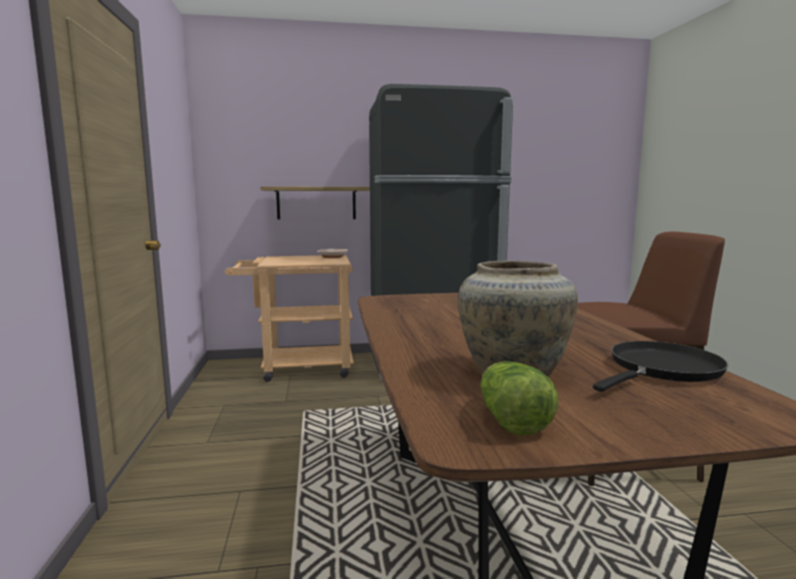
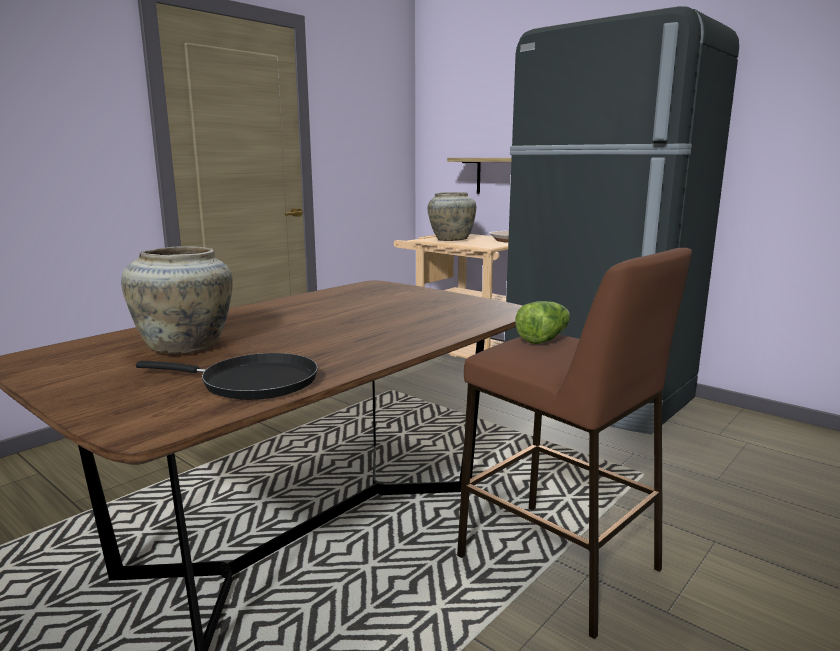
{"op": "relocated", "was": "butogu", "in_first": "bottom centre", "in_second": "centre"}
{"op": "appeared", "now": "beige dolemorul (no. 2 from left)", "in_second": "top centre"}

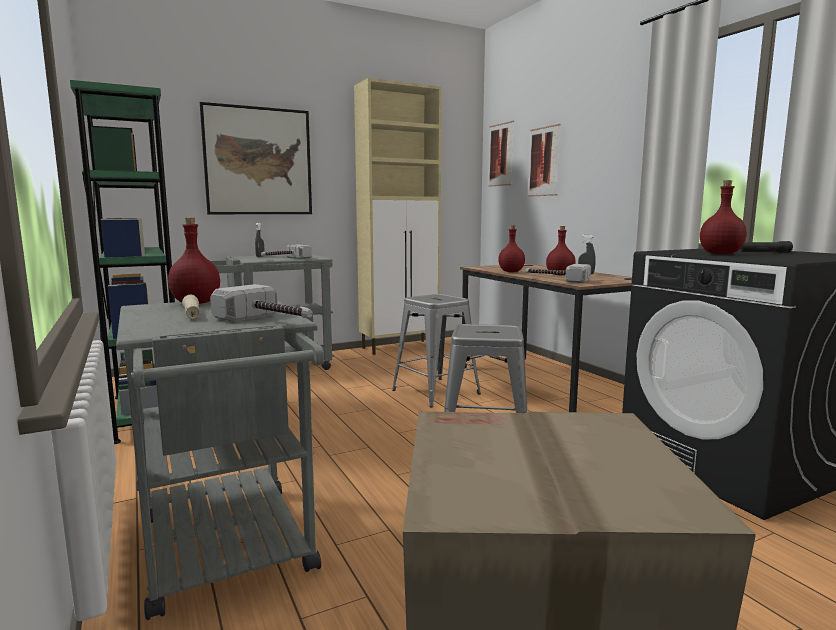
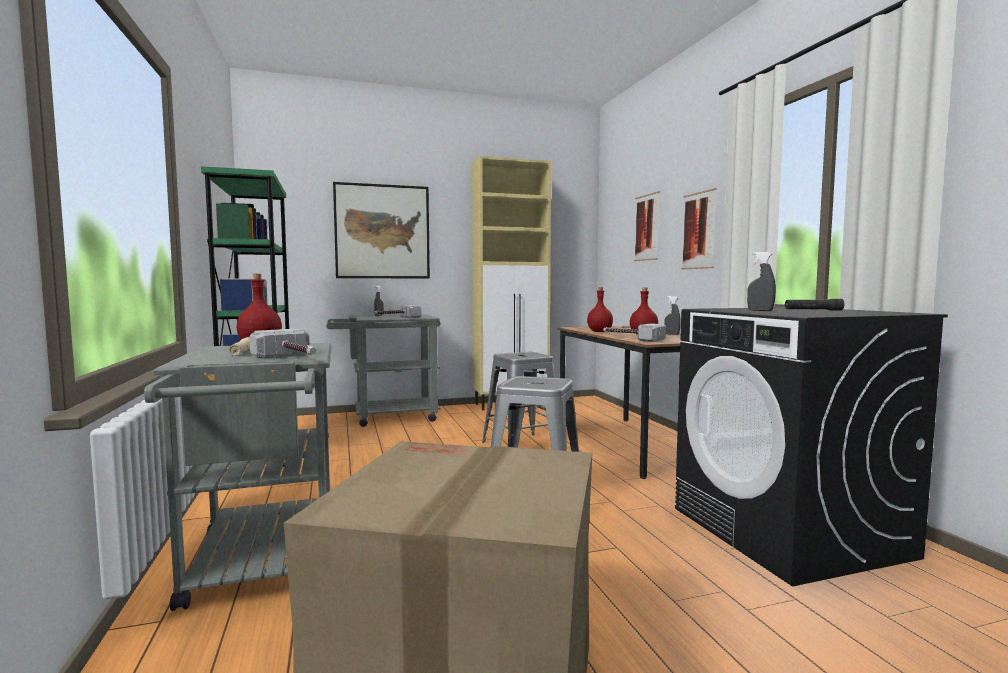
{"op": "relocated", "was": "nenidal (no. 2 from left in the first image)", "now": "nenidal (no. 3 from left)", "in_first": "top centre", "in_second": "middle right"}
{"op": "exchanged", "was": "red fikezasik (no. 4 from left)", "now": "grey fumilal (no. 3 from left)", "in_first": "middle right", "in_second": "middle right"}

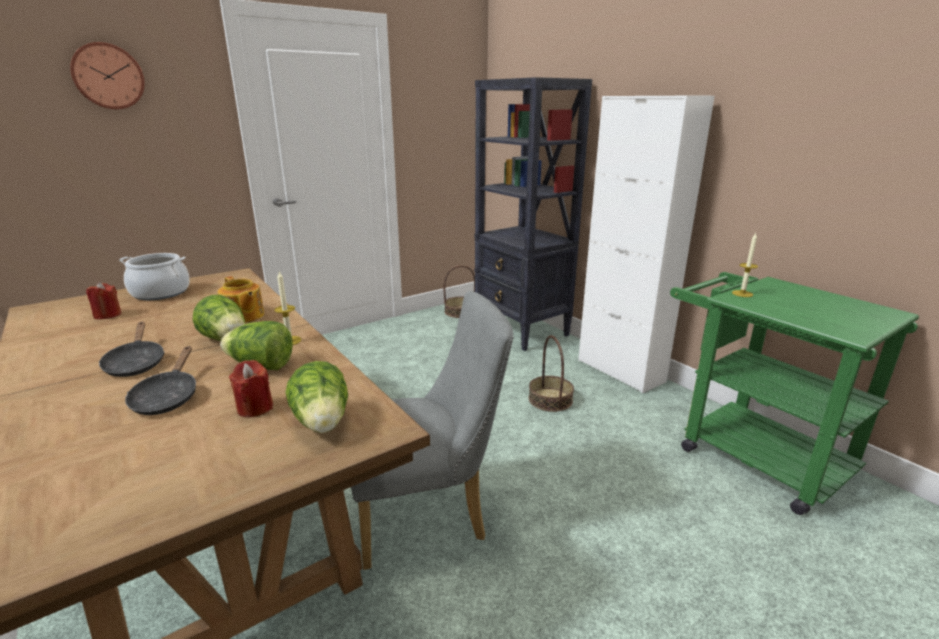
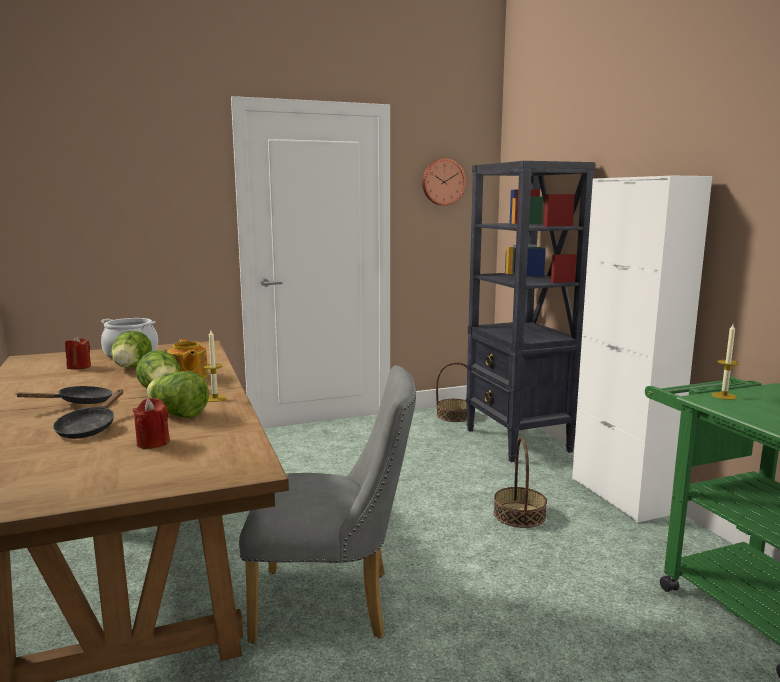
{"op": "relocated", "was": "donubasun", "in_first": "top left", "in_second": "top centre"}
{"op": "spun", "was": "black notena (no. 1 from left)", "in_first": "middle left", "in_second": "middle left", "clockwise": -120}
{"op": "relocated", "was": "butogu (no. 3 from left in the first image)", "now": "butogu (no. 1 from left)", "in_first": "centre", "in_second": "middle left"}

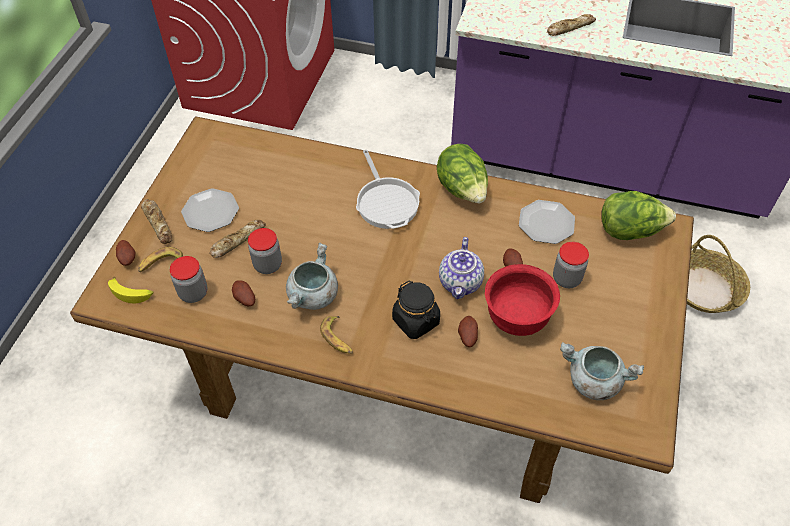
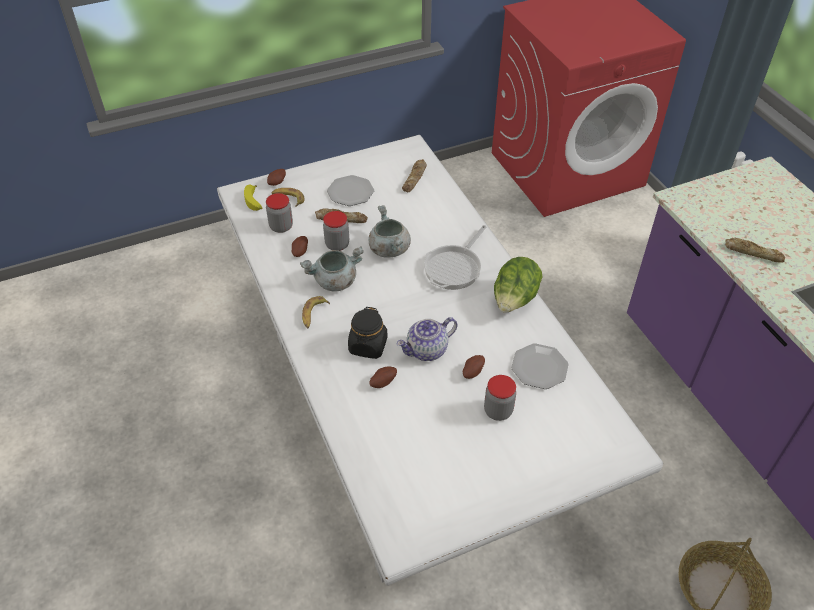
{"op": "colour", "was": "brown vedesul", "now": "white vedesul", "in_first": "centre", "in_second": "centre"}
{"op": "missing", "was": "butogu (no. 2 from left)", "in_first": "middle right"}
{"op": "relocated", "was": "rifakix (no. 1 from left in the first image)", "now": "rifakix (no. 2 from left)", "in_first": "middle left", "in_second": "top centre"}
{"op": "missing", "was": "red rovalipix", "in_first": "centre"}
{"op": "relocated", "was": "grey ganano (no. 2 from left)", "in_first": "bottom right", "in_second": "centre"}

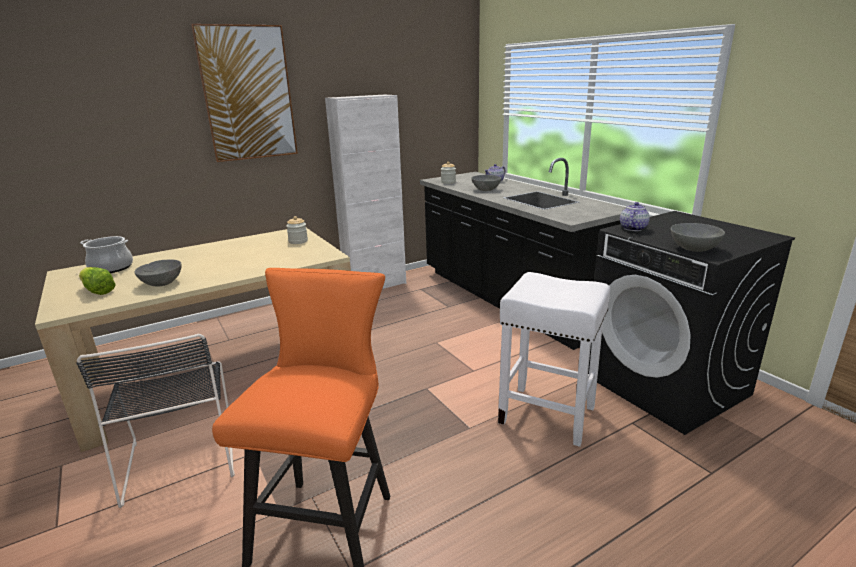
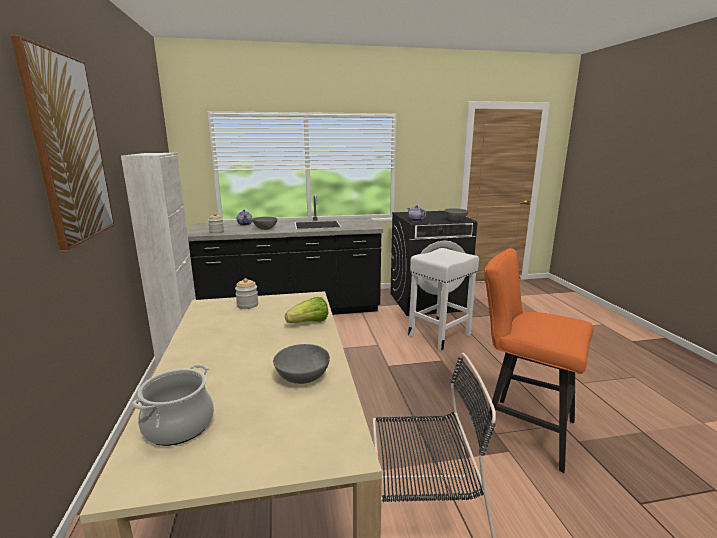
{"op": "relocated", "was": "butogu", "in_first": "middle left", "in_second": "centre"}

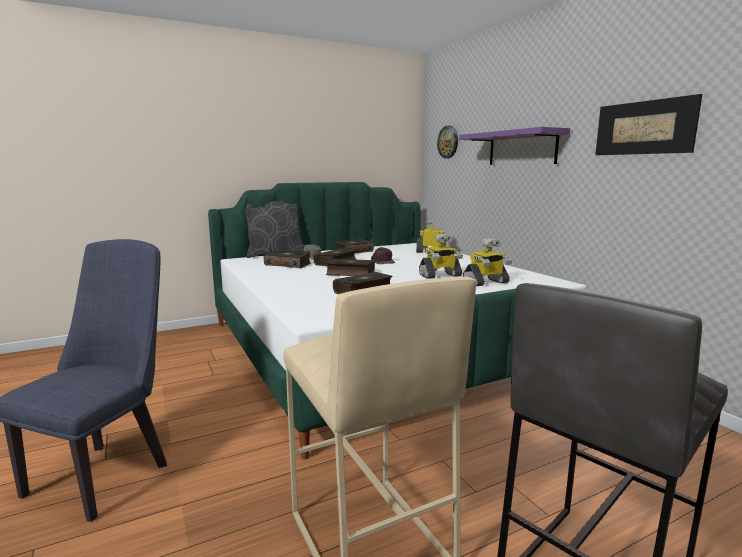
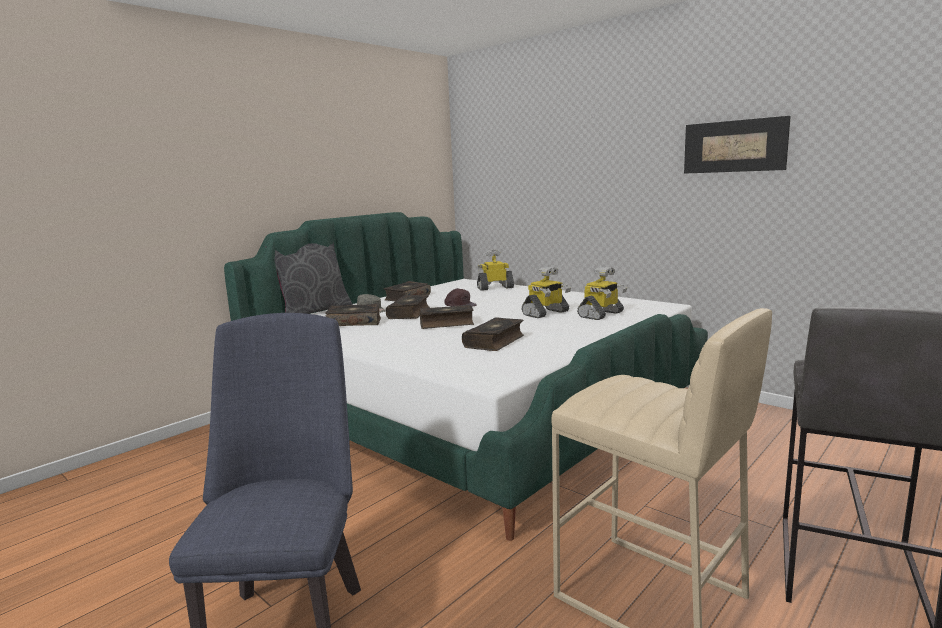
{"op": "missing", "was": "donubasun", "in_first": "top centre"}
{"op": "missing", "was": "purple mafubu", "in_first": "top right"}

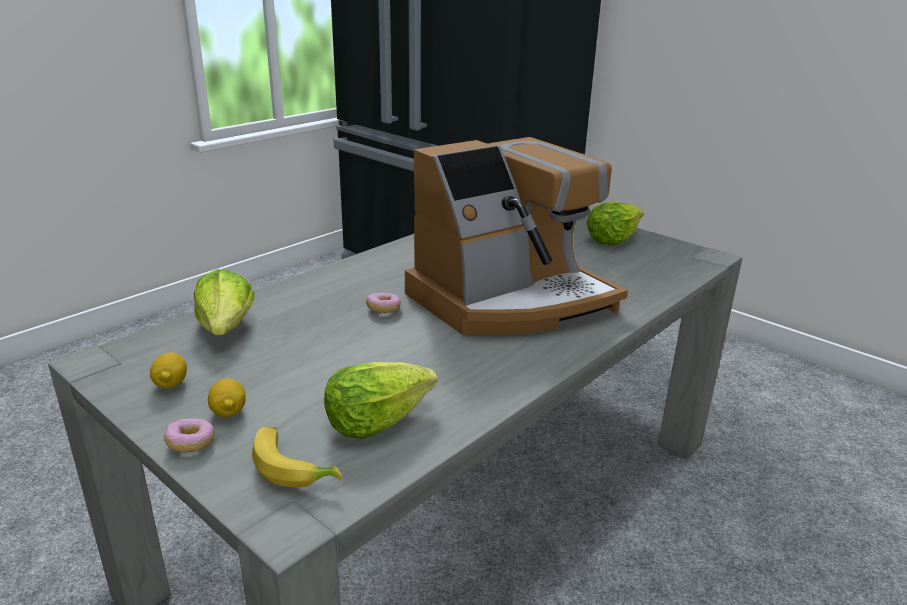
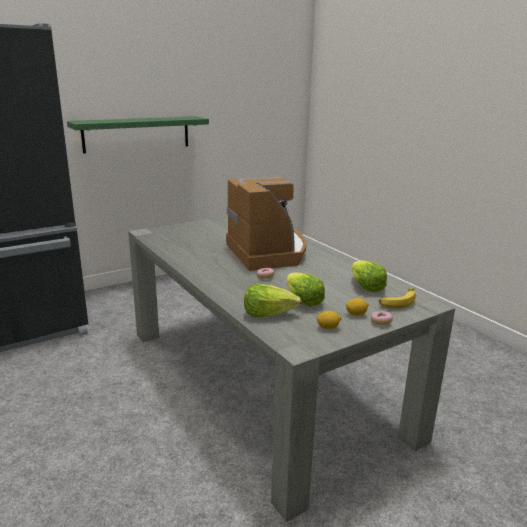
{"op": "relocated", "was": "butogu (no. 3 from left in the first image)", "now": "butogu (no. 2 from left)", "in_first": "middle right", "in_second": "centre"}
{"op": "appeared", "now": "green mafubu", "in_second": "top left"}

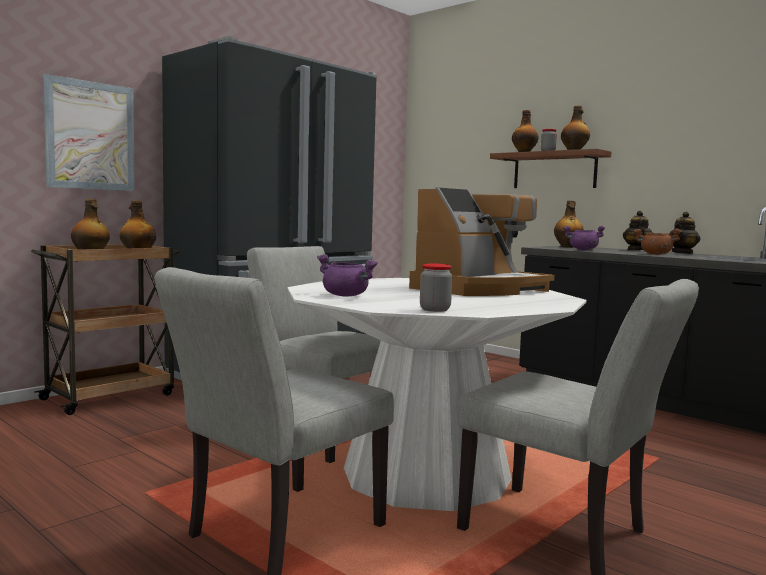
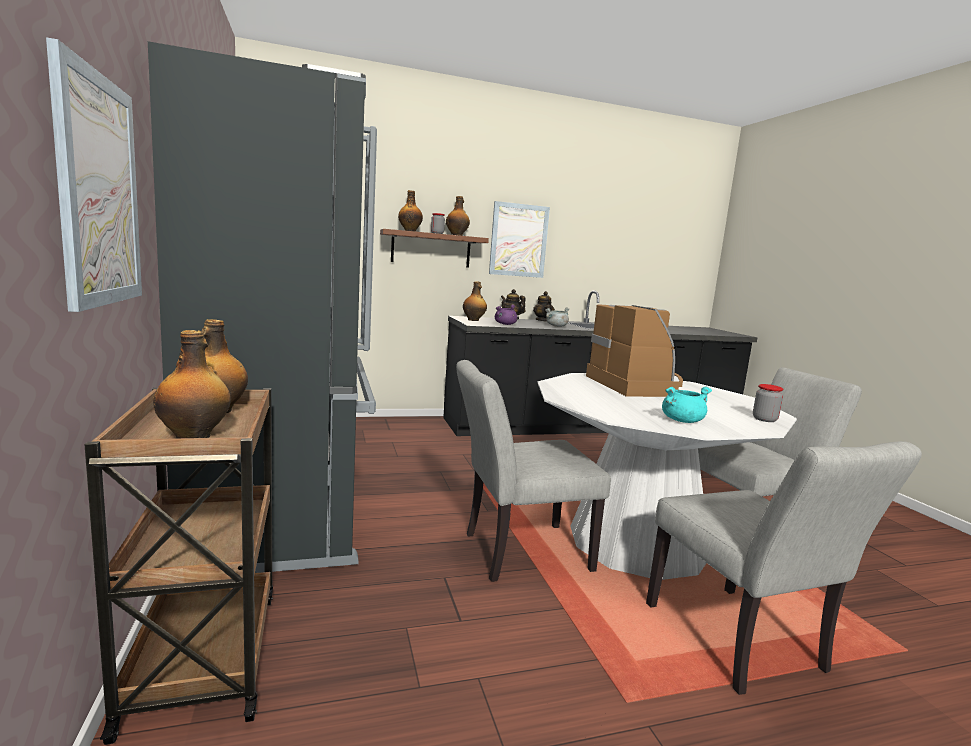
{"op": "colour", "was": "brown ganano", "now": "grey ganano", "in_first": "middle right", "in_second": "centre"}
{"op": "colour", "was": "purple ganano (no. 1 from left)", "now": "turquoise ganano", "in_first": "centre", "in_second": "middle right"}
{"op": "appeared", "now": "nenidal (no. 2 from left)", "in_second": "top centre"}

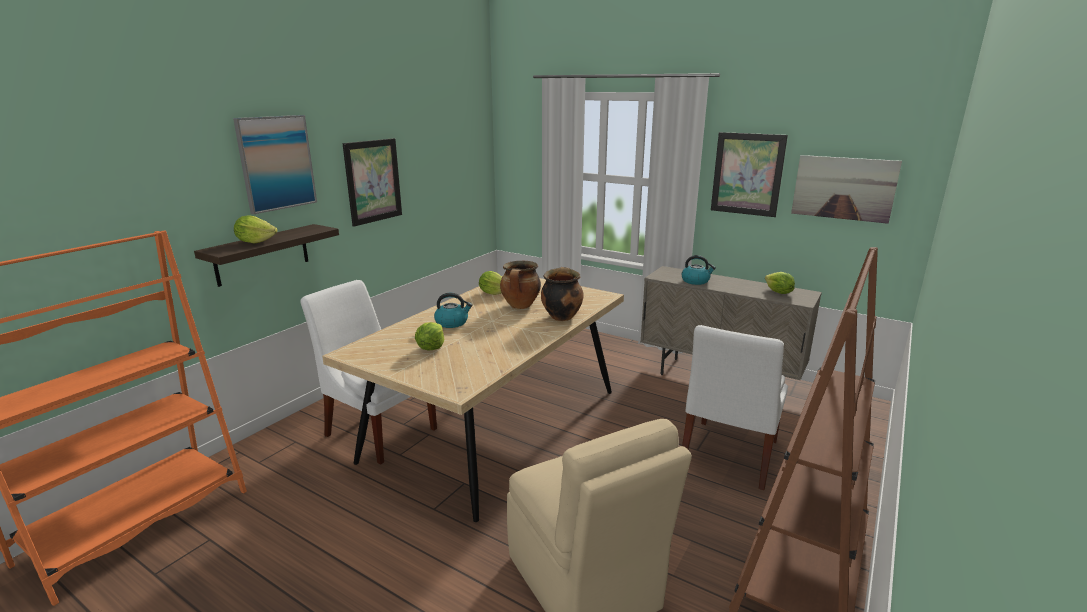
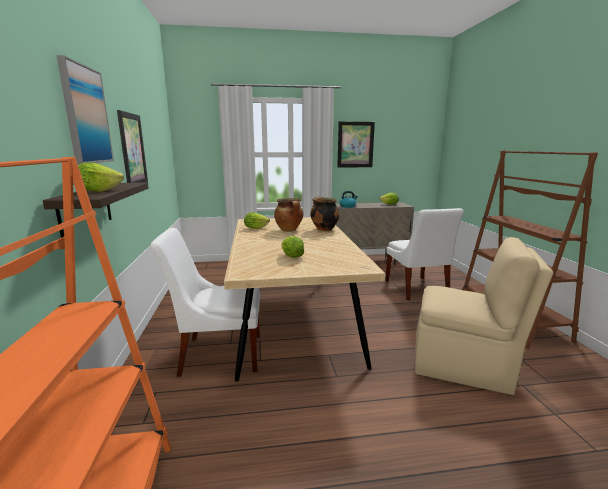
{"op": "missing", "was": "nenidal (no. 4 from left)", "in_first": "top right"}
{"op": "missing", "was": "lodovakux (no. 1 from left)", "in_first": "centre"}

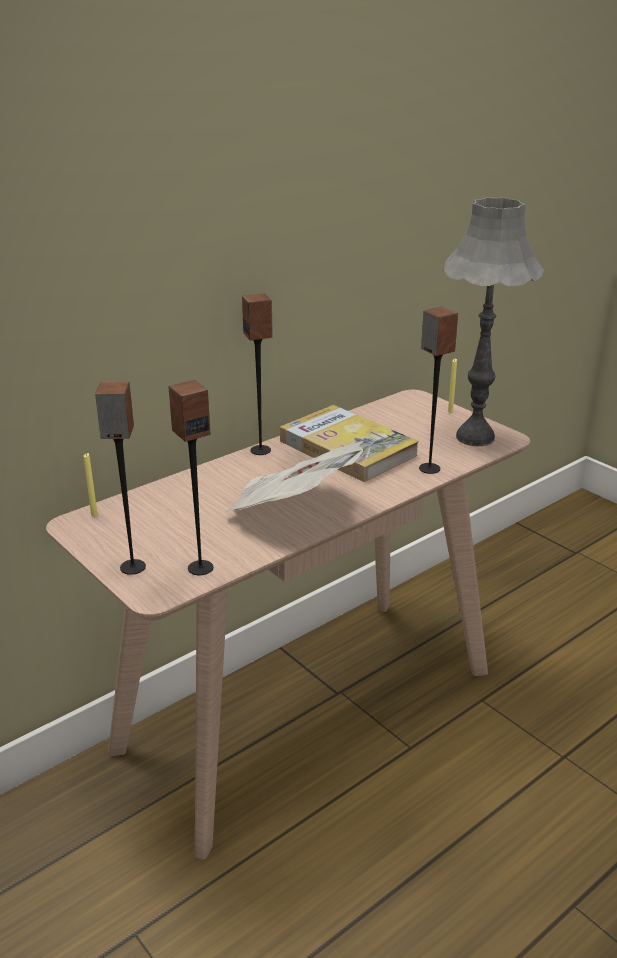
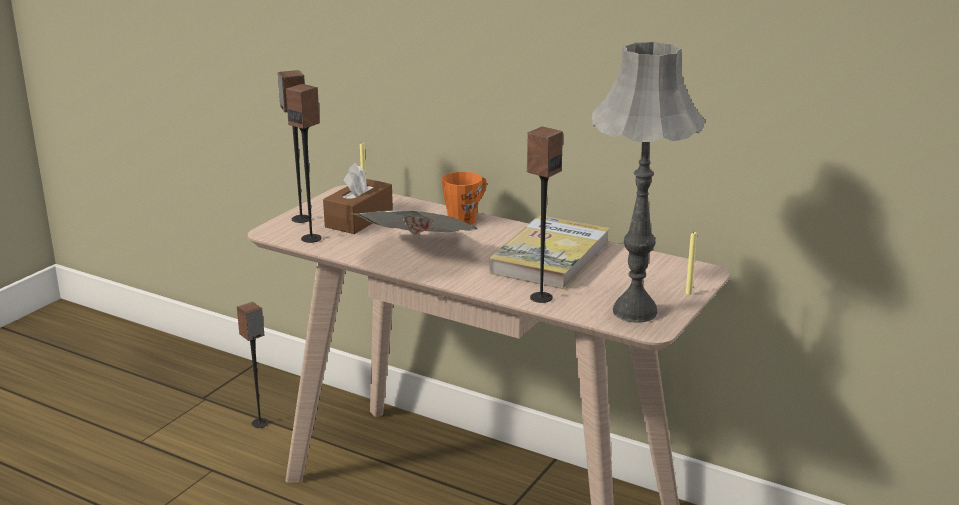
{"op": "relocated", "was": "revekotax (no. 3 from left in the first image)", "now": "revekotax (no. 1 from left)", "in_first": "centre", "in_second": "bottom left"}
{"op": "appeared", "now": "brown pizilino", "in_second": "centre"}
{"op": "appeared", "now": "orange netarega", "in_second": "centre"}

